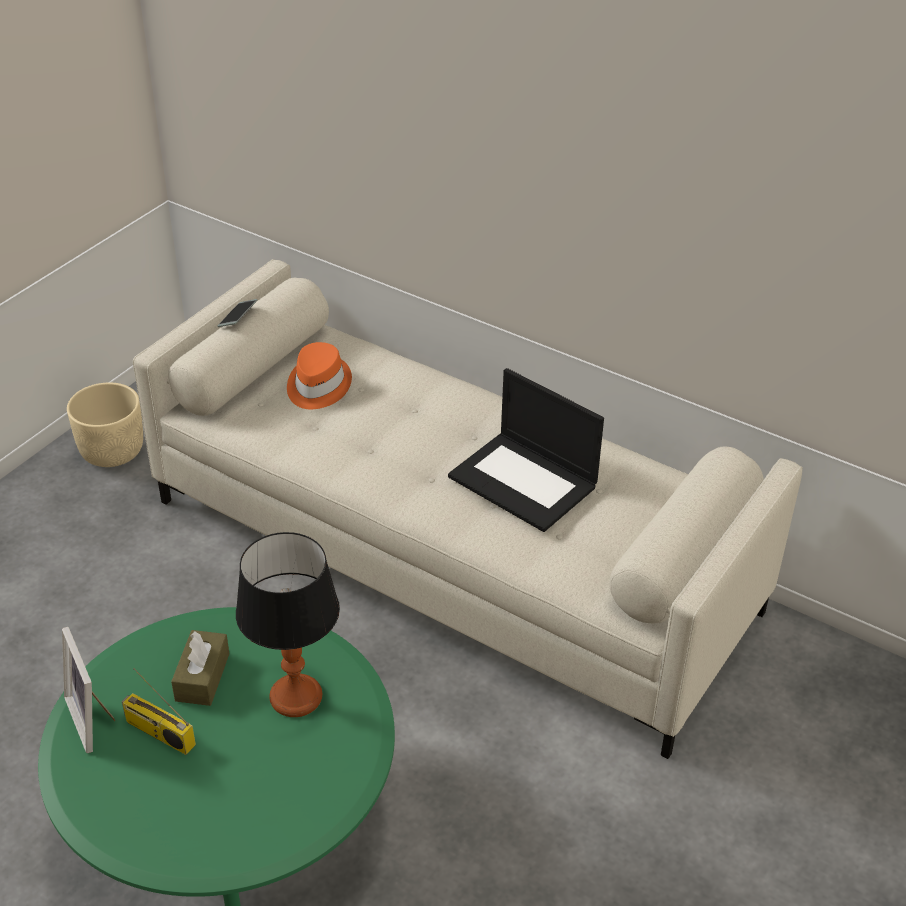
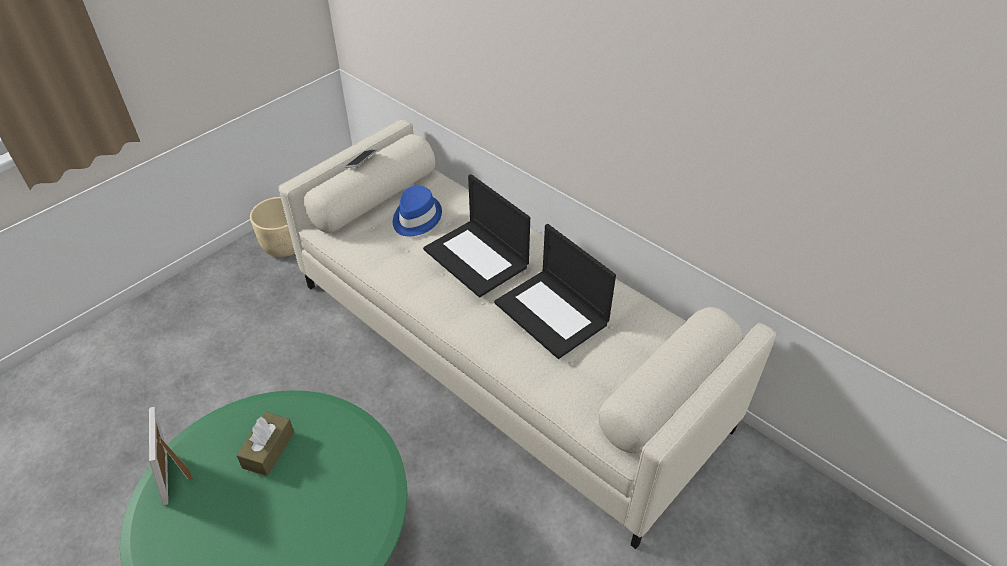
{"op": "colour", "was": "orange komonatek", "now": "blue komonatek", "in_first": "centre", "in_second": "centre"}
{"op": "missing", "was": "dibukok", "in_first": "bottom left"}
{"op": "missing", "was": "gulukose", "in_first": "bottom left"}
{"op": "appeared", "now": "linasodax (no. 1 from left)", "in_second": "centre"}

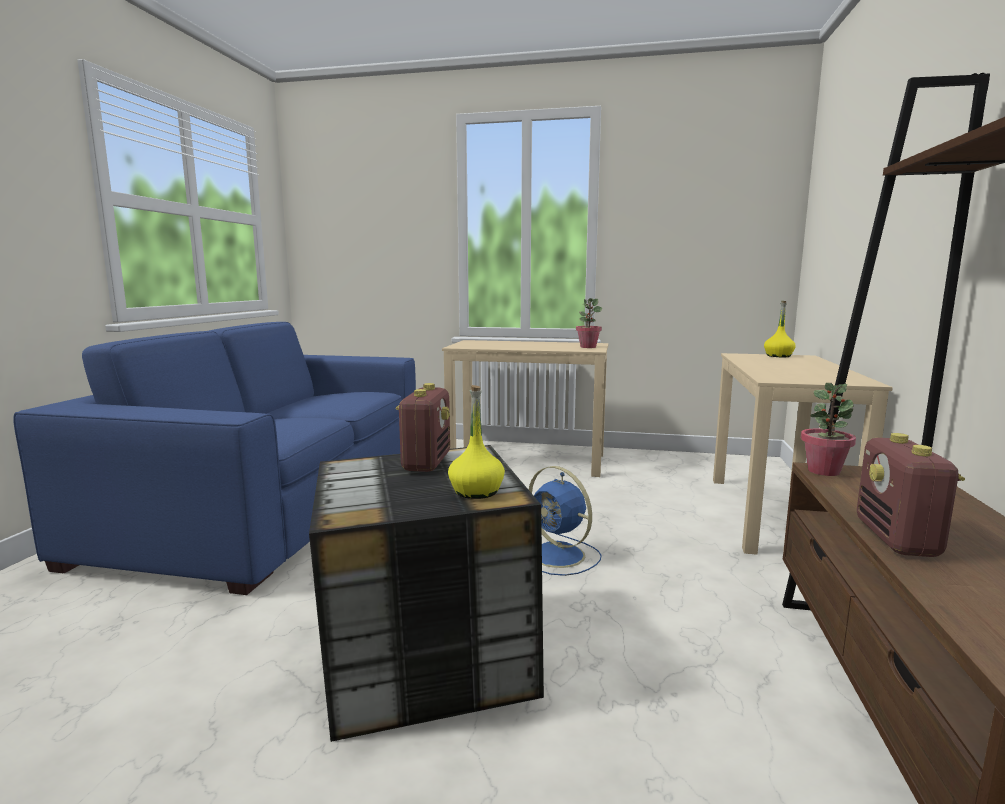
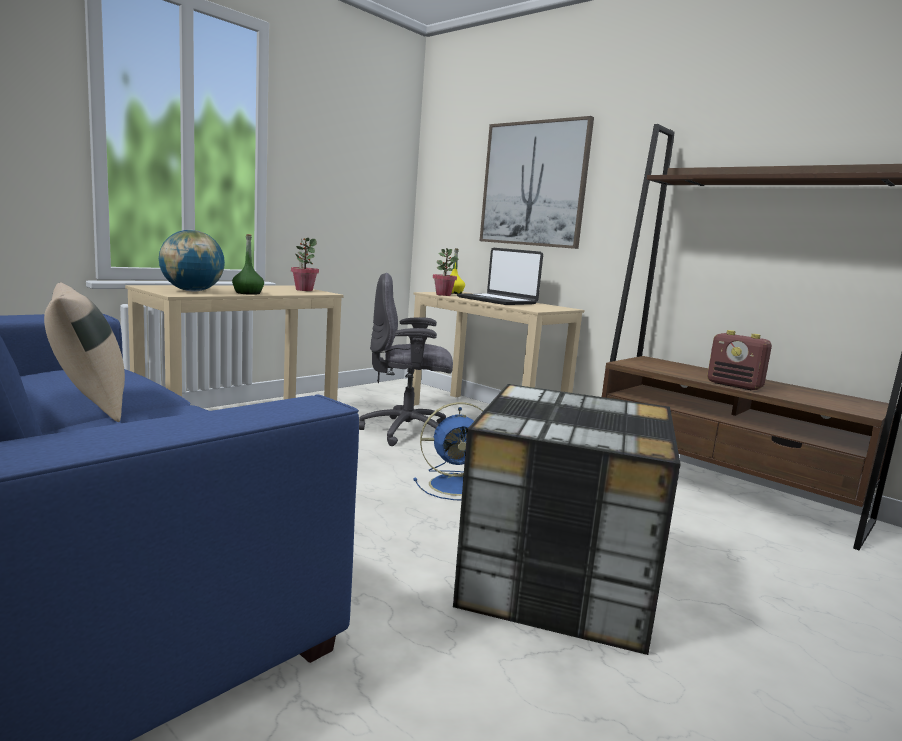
{"op": "missing", "was": "gulukose (no. 1 from left)", "in_first": "centre"}
{"op": "relocated", "was": "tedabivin (no. 2 from left)", "in_first": "middle right", "in_second": "centre"}
{"op": "missing", "was": "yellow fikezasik (no. 1 from left)", "in_first": "centre"}
{"op": "appeared", "now": "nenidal", "in_second": "top centre"}
{"op": "appeared", "now": "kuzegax", "in_second": "middle left"}
{"op": "appeared", "now": "green fikezasik", "in_second": "middle left"}
{"op": "appeared", "now": "linasodax", "in_second": "centre"}
{"op": "appeared", "now": "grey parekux", "in_second": "centre"}
{"op": "appeared", "now": "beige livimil", "in_second": "middle left"}

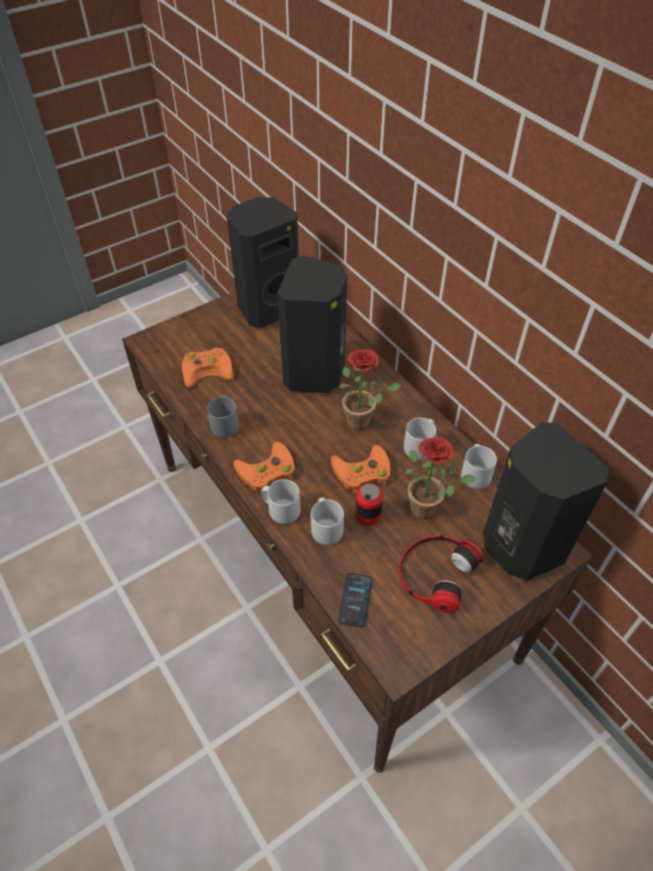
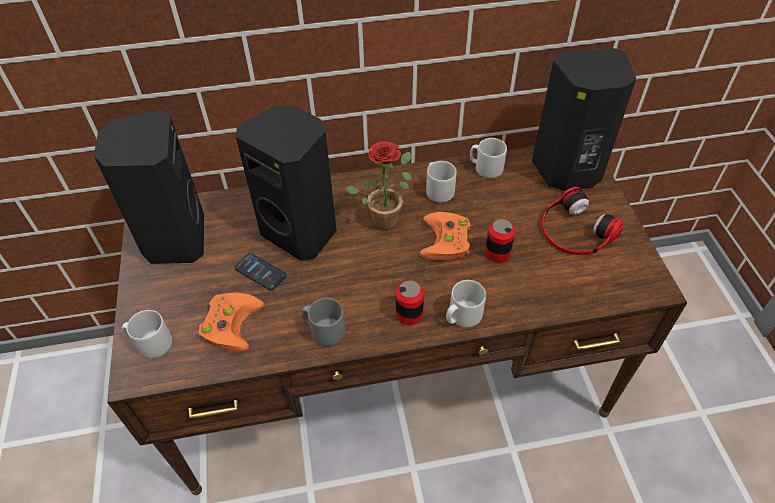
{"op": "missing", "was": "tedabivin (no. 2 from left)", "in_first": "middle right"}
{"op": "exchanged", "was": "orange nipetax (no. 2 from left)", "now": "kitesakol (no. 1 from left)", "in_first": "centre", "in_second": "centre"}
{"op": "relocated", "was": "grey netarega (no. 3 from left in the first image)", "now": "grey netarega (no. 1 from left)", "in_first": "centre", "in_second": "middle left"}
{"op": "relocated", "was": "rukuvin", "in_first": "bottom centre", "in_second": "centre"}

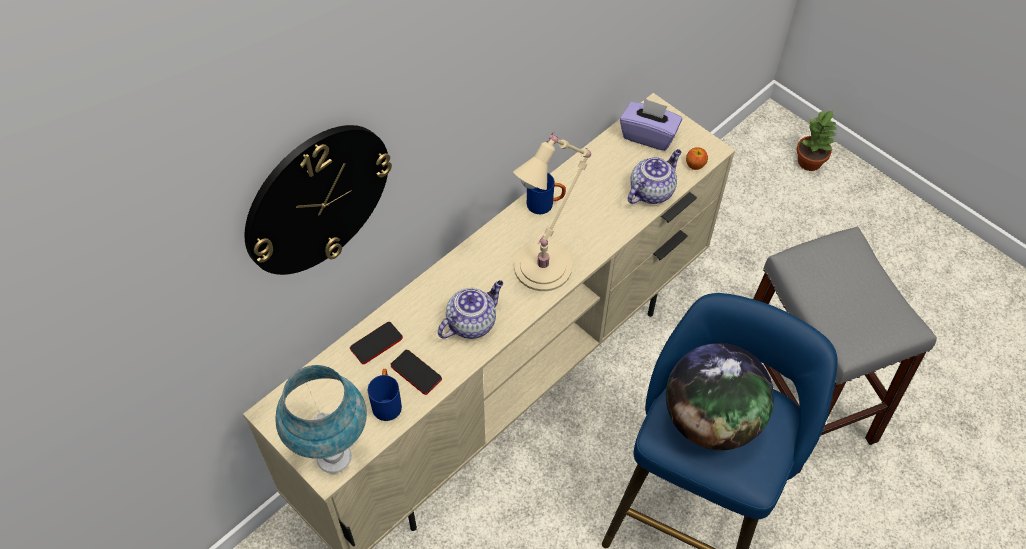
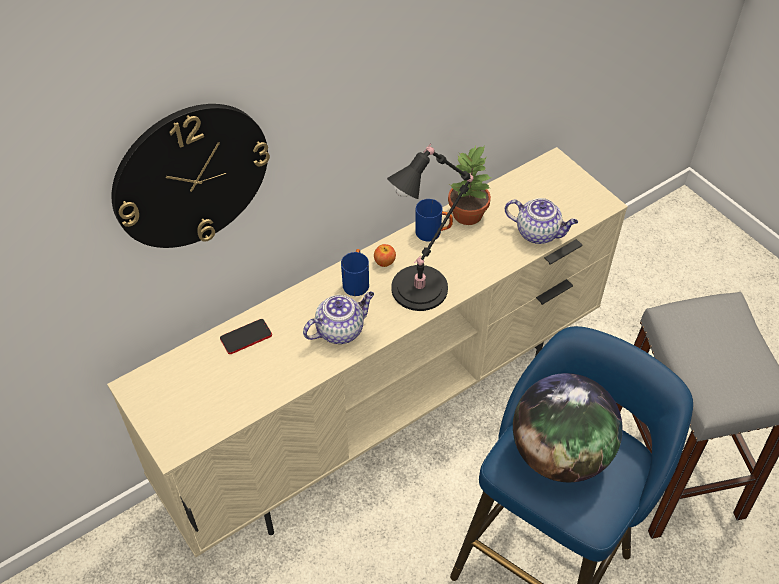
{"op": "missing", "was": "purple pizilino", "in_first": "top centre"}
{"op": "relocated", "was": "tedabivin", "in_first": "top right", "in_second": "top centre"}
{"op": "colour", "was": "beige dibukok", "now": "black dibukok", "in_first": "centre", "in_second": "centre"}
{"op": "relocated", "was": "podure", "in_first": "top right", "in_second": "centre"}
{"op": "spun", "was": "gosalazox (no. 2 from left)", "in_first": "top centre", "in_second": "middle right", "clockwise": 60}
{"op": "missing", "was": "rukuvin (no. 2 from left)", "in_first": "bottom centre"}
{"op": "missing", "was": "blue dibukok", "in_first": "bottom left"}
{"op": "relocated", "was": "blue netarega (no. 1 from left)", "in_first": "bottom centre", "in_second": "centre"}

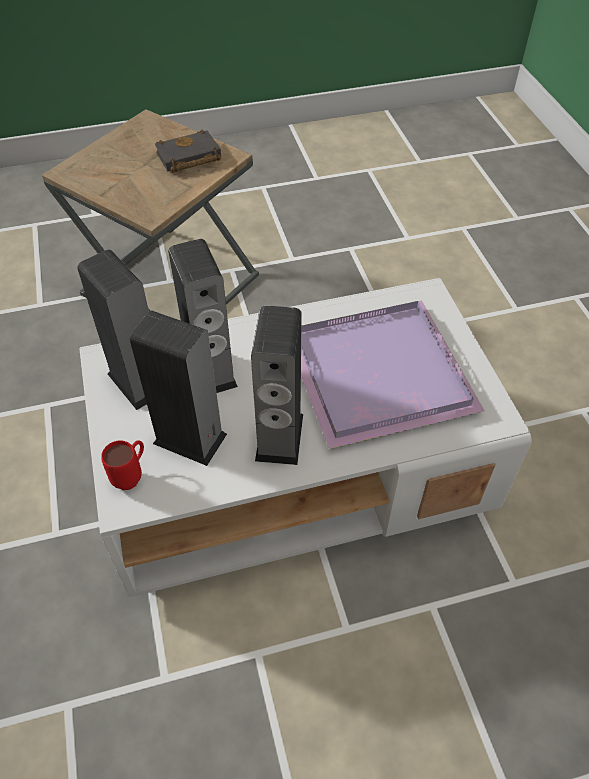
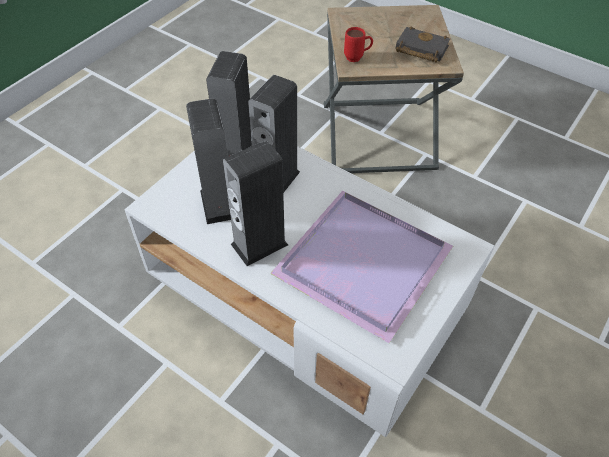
{"op": "relocated", "was": "red netarega", "in_first": "middle left", "in_second": "top centre"}

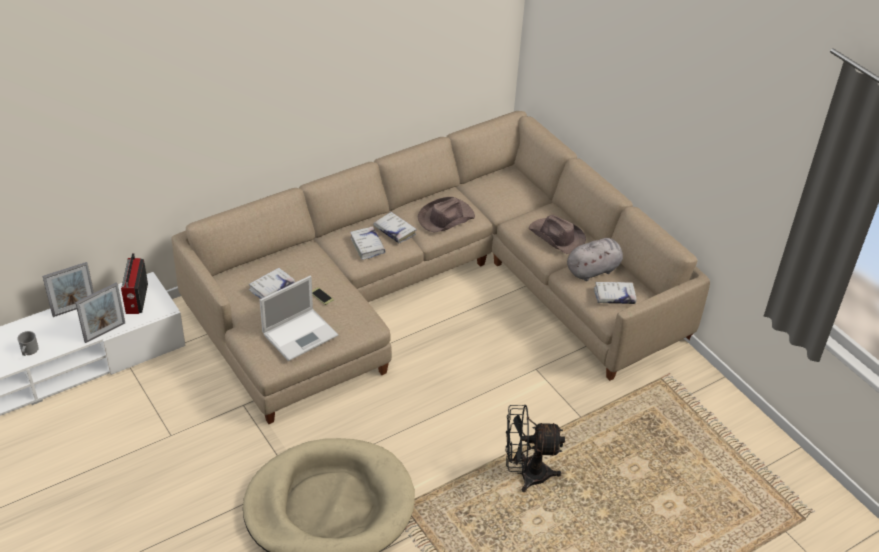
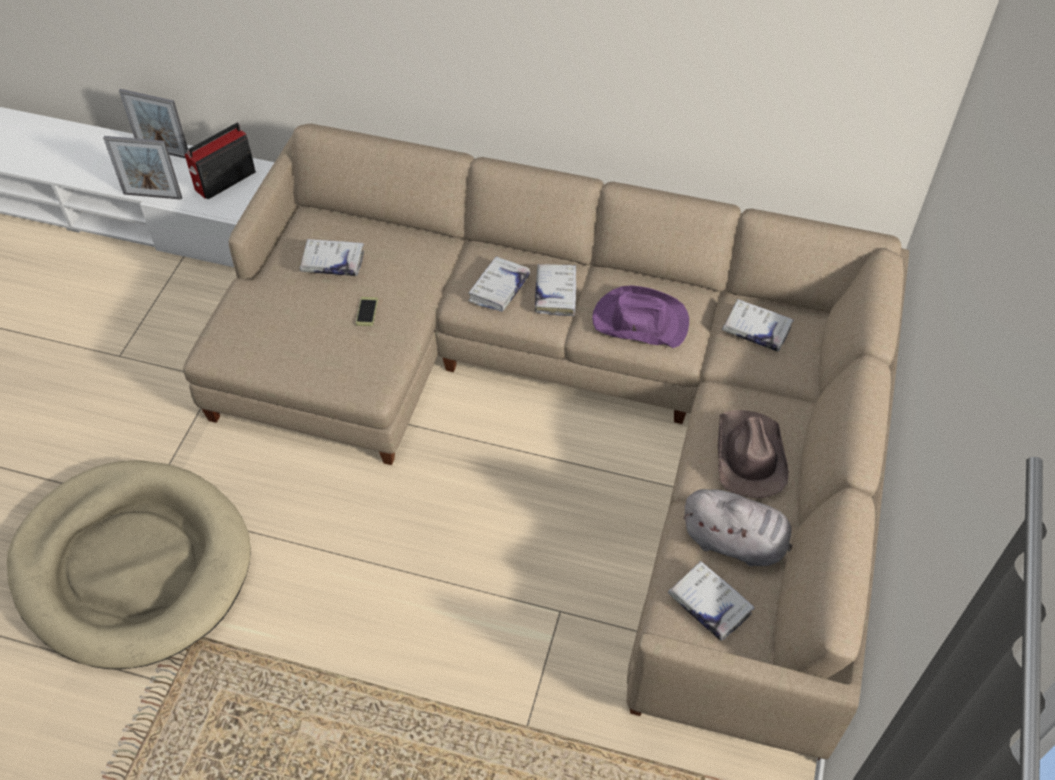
{"op": "colour", "was": "brown komonatek (no. 1 from left)", "now": "purple komonatek", "in_first": "centre", "in_second": "centre"}
{"op": "missing", "was": "linasodax", "in_first": "centre"}
{"op": "missing", "was": "grey netarega", "in_first": "middle left"}
{"op": "missing", "was": "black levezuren", "in_first": "bottom centre"}
{"op": "appeared", "now": "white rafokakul (no. 5 from left)", "in_second": "middle right"}

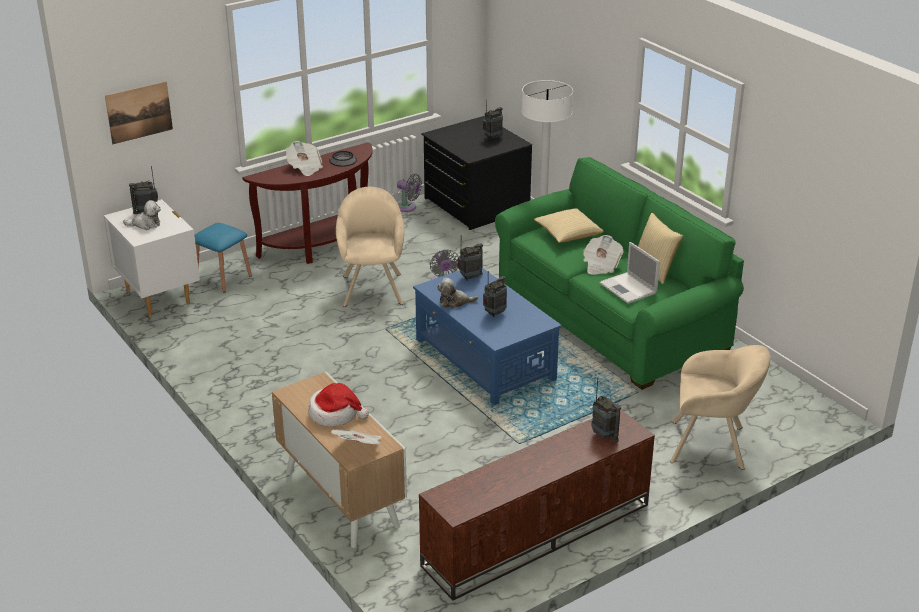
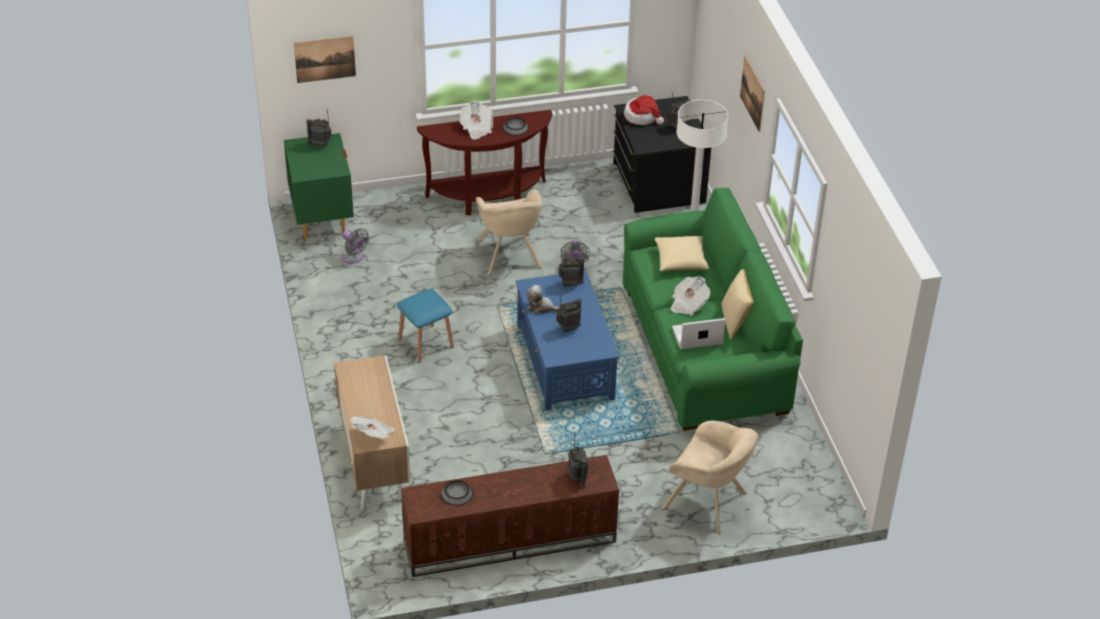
{"op": "relocated", "was": "grey levezuren (no. 1 from left)", "in_first": "top centre", "in_second": "middle left"}
{"op": "spun", "was": "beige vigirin (no. 1 from left)", "in_first": "centre", "in_second": "centre", "clockwise": 150}
{"op": "colour", "was": "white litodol", "now": "green litodol", "in_first": "middle left", "in_second": "top left"}
{"op": "missing", "was": "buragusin (no. 1 from left)", "in_first": "middle left"}
{"op": "relocated", "was": "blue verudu", "in_first": "middle left", "in_second": "centre"}
{"op": "spun", "was": "linasodax", "in_first": "middle right", "in_second": "centre", "clockwise": 90}
{"op": "relocated", "was": "komonatek", "in_first": "centre", "in_second": "top centre"}
{"op": "appeared", "now": "nenidal (no. 2 from left)", "in_second": "top right"}
{"op": "appeared", "now": "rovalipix (no. 1 from left)", "in_second": "bottom centre"}

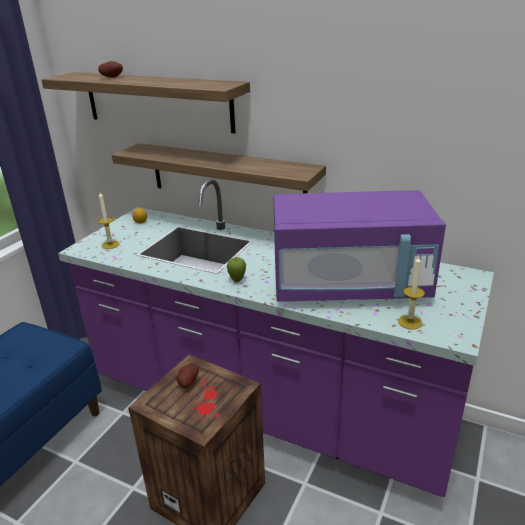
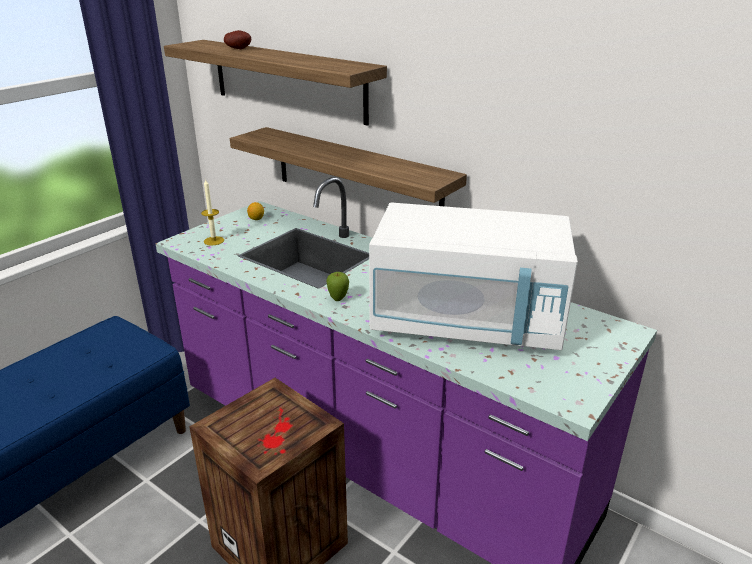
{"op": "colour", "was": "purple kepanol", "now": "white kepanol", "in_first": "middle right", "in_second": "centre"}
{"op": "missing", "was": "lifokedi (no. 2 from left)", "in_first": "middle right"}
{"op": "missing", "was": "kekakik (no. 2 from left)", "in_first": "bottom centre"}

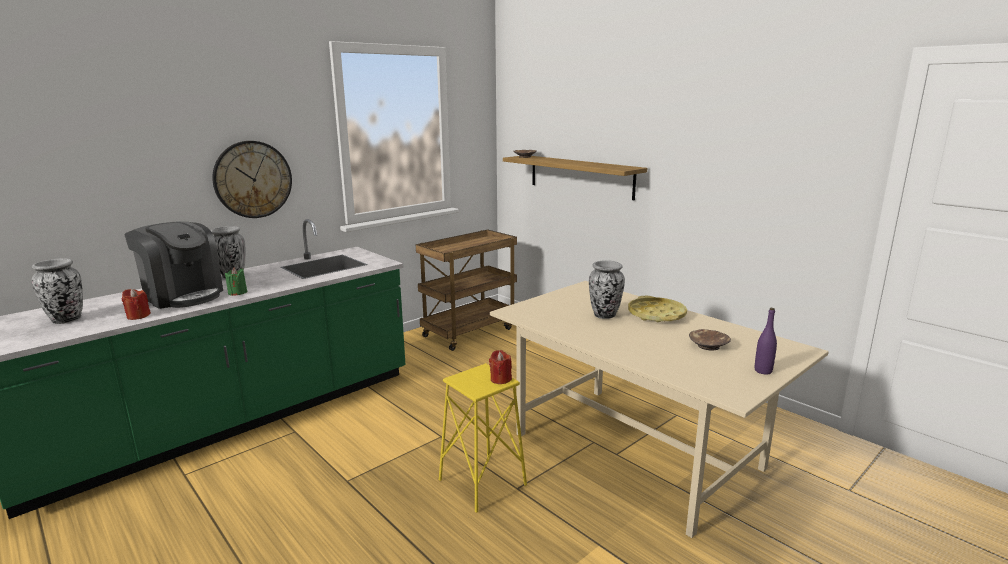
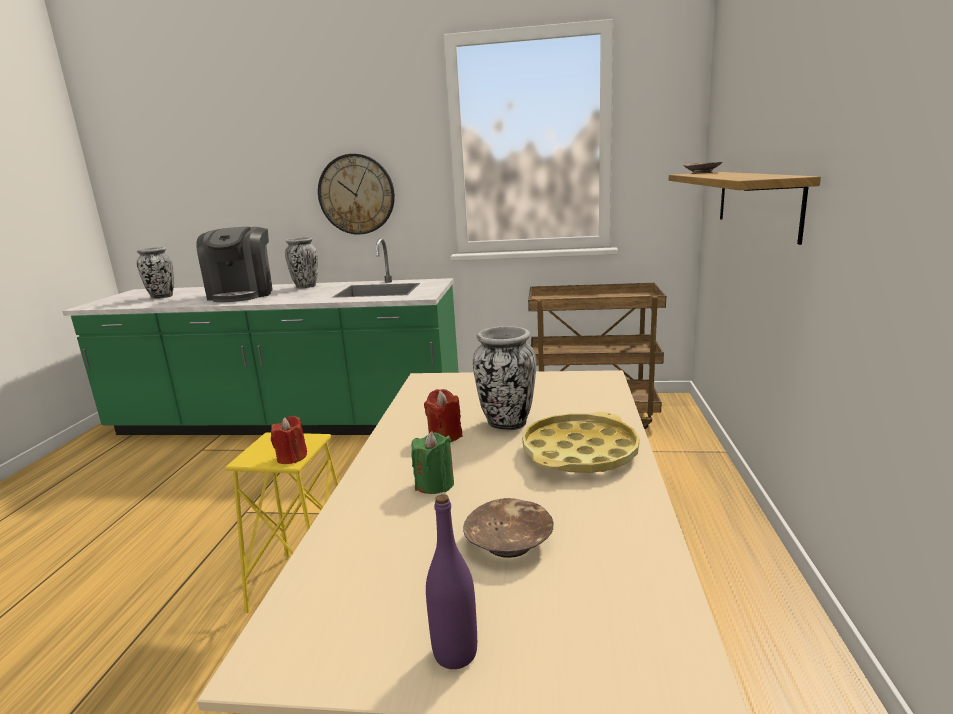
{"op": "relocated", "was": "green lifokedi", "in_first": "middle left", "in_second": "centre"}
{"op": "relocated", "was": "red lifokedi (no. 1 from left in the first image)", "now": "red lifokedi (no. 2 from left)", "in_first": "middle left", "in_second": "centre"}

